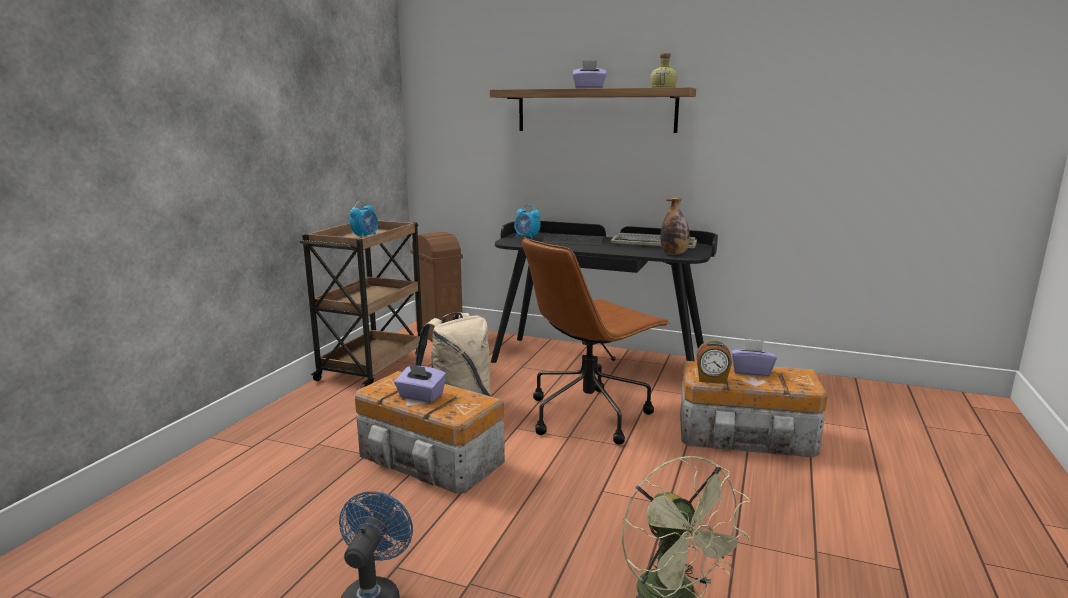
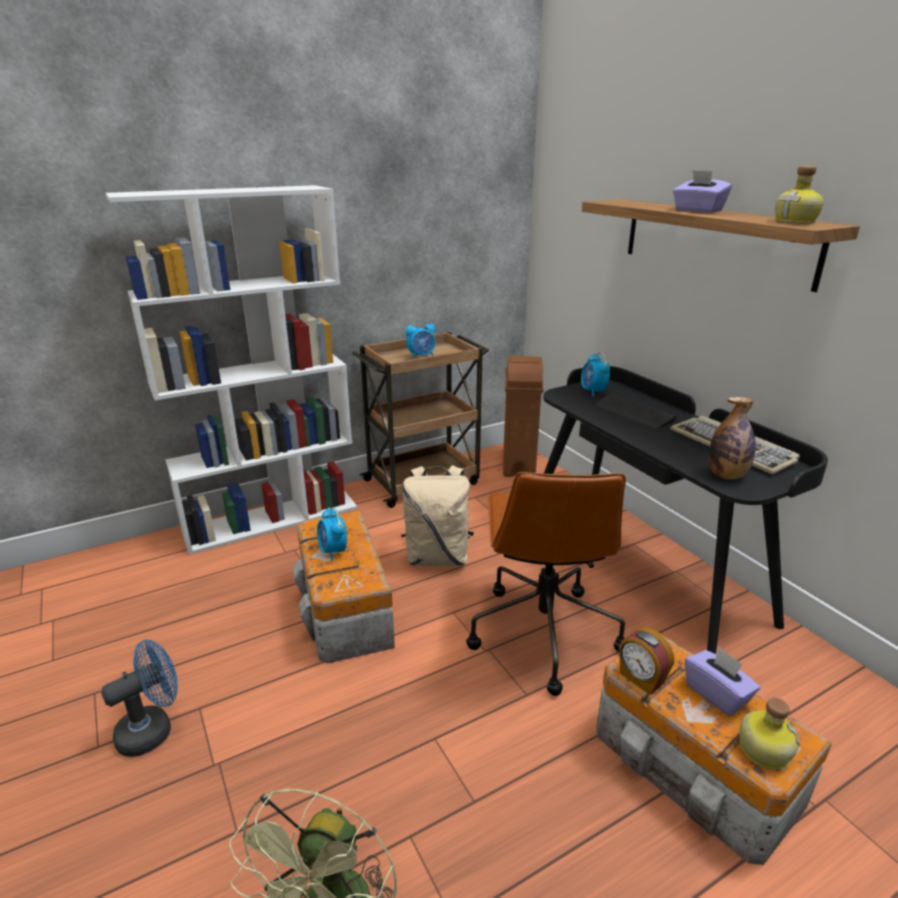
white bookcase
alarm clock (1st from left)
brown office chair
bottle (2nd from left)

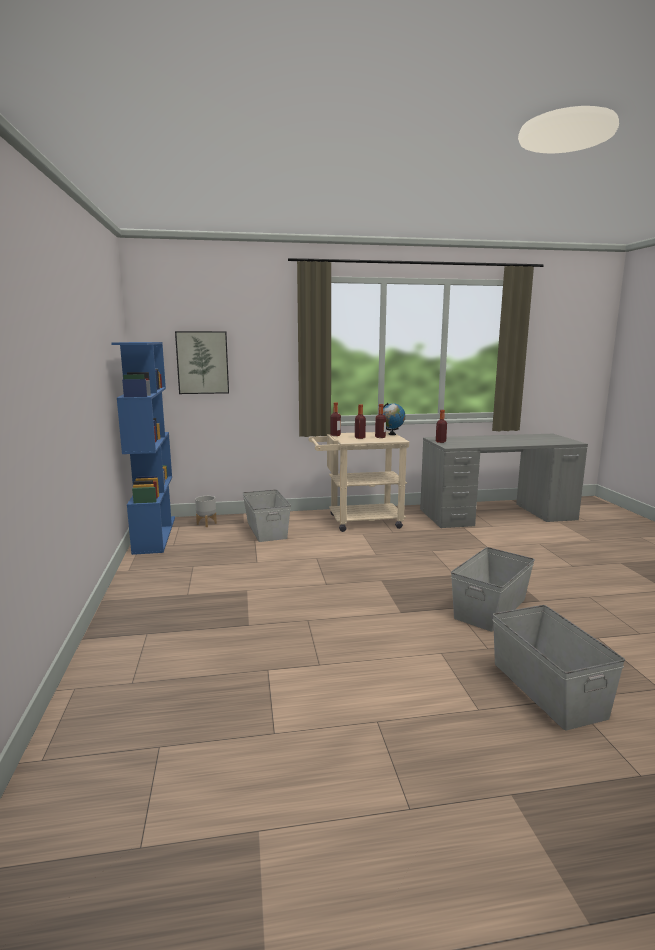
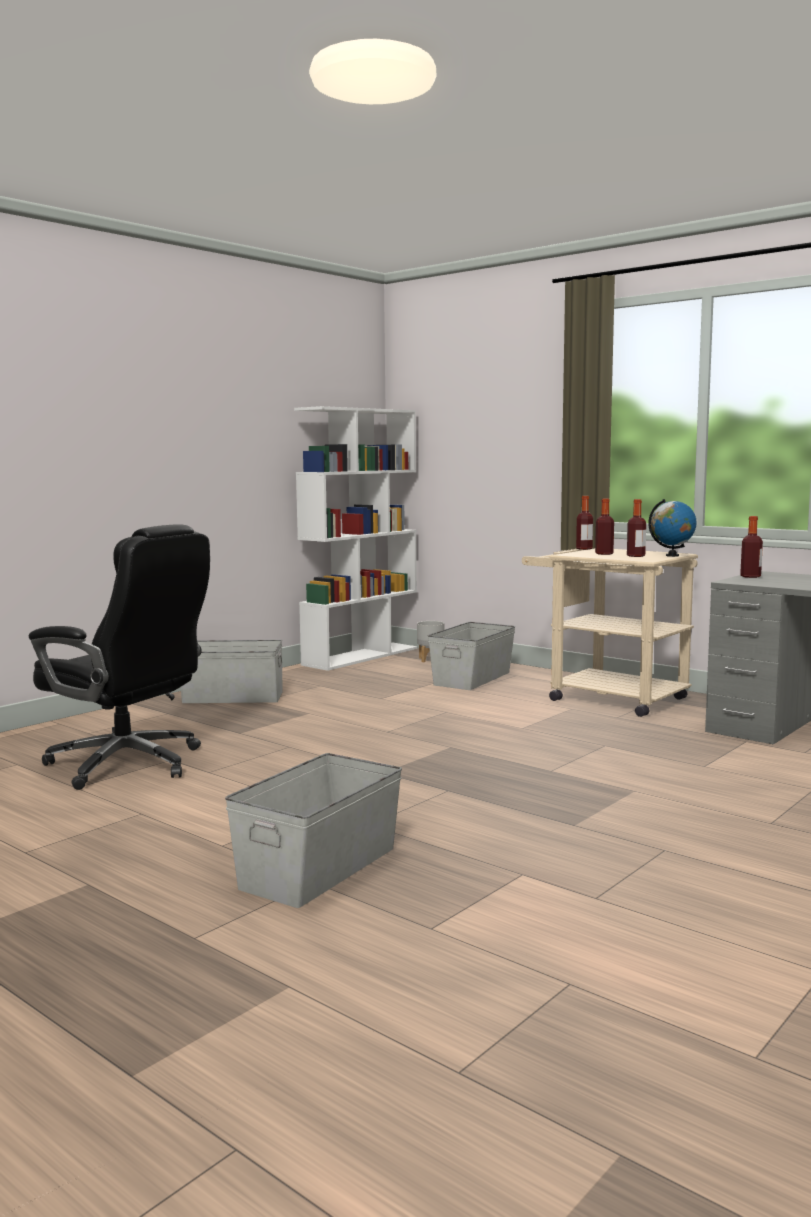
black office chair
grey storage box (1st from left)
white bookcase
picture

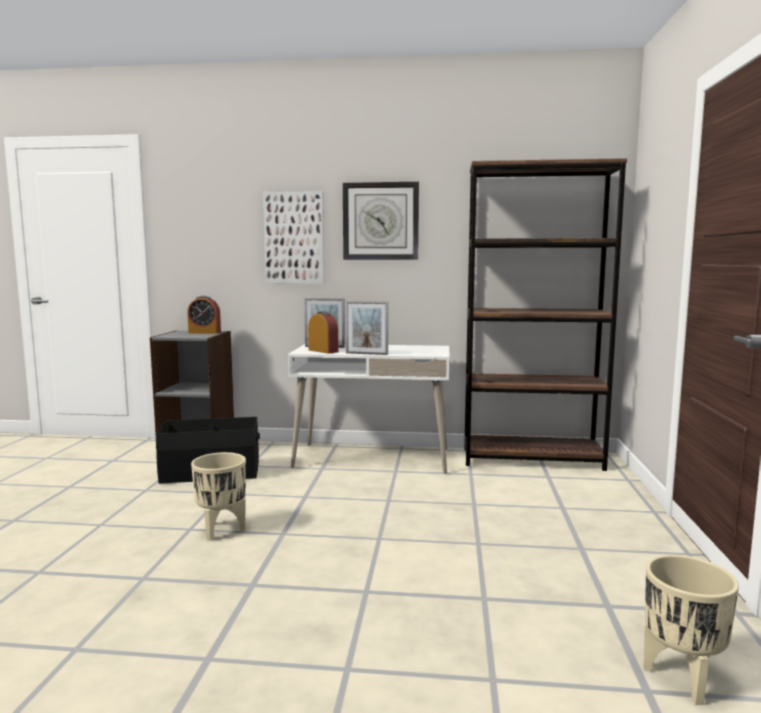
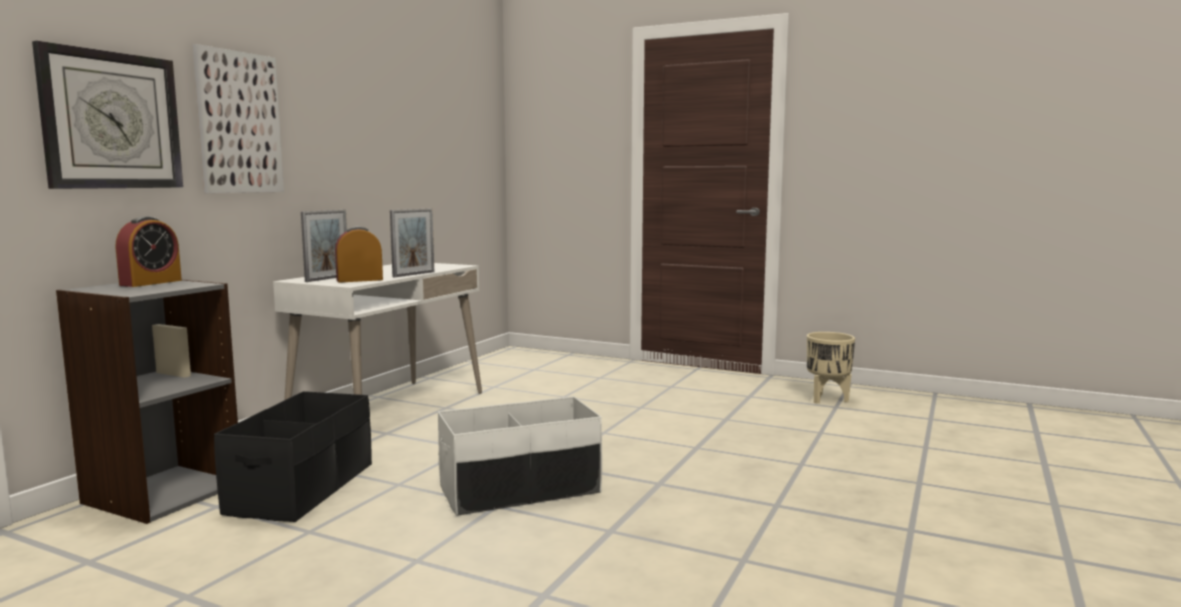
wall clock
white storage box
brown bookcase

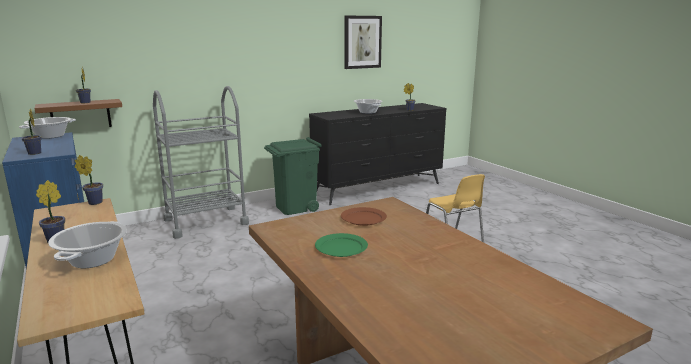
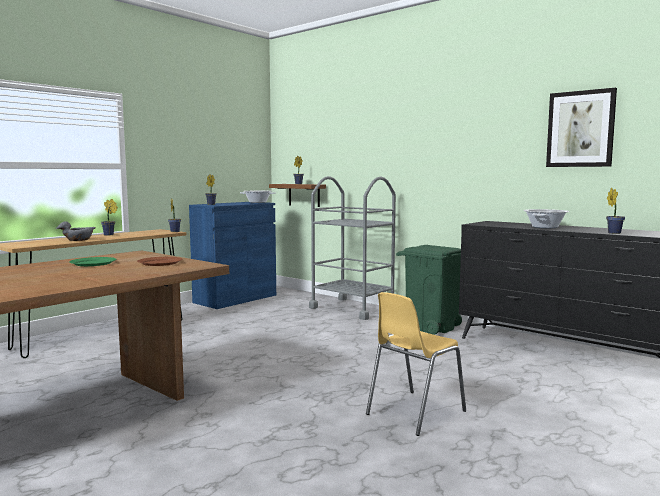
grey bowl

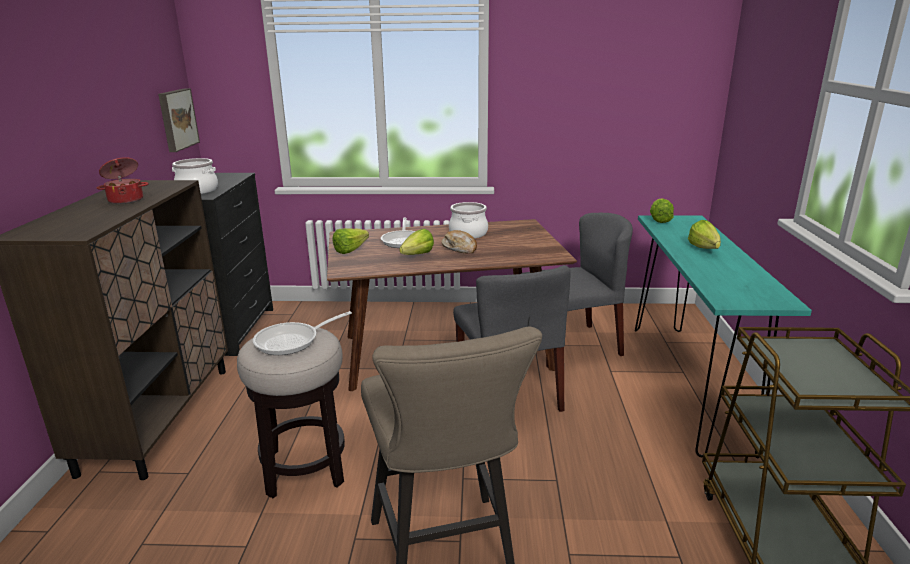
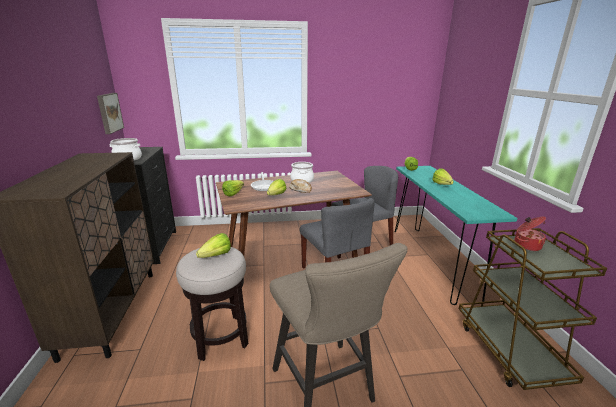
lettuce (1st from left)
cooking pot (3rd from left)

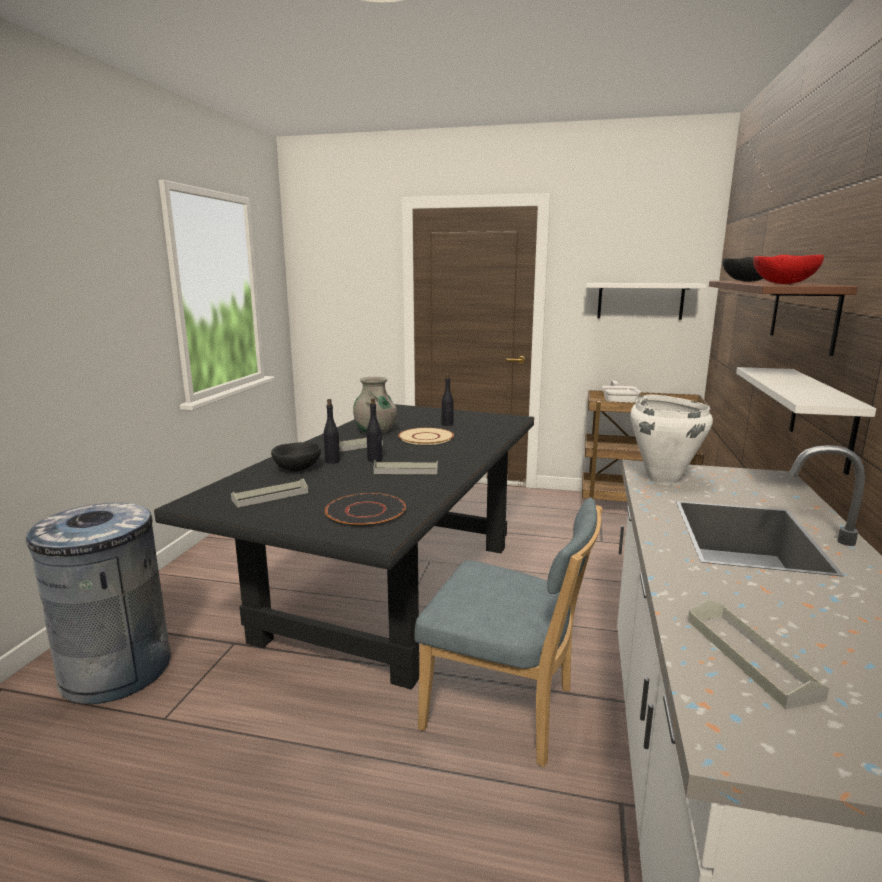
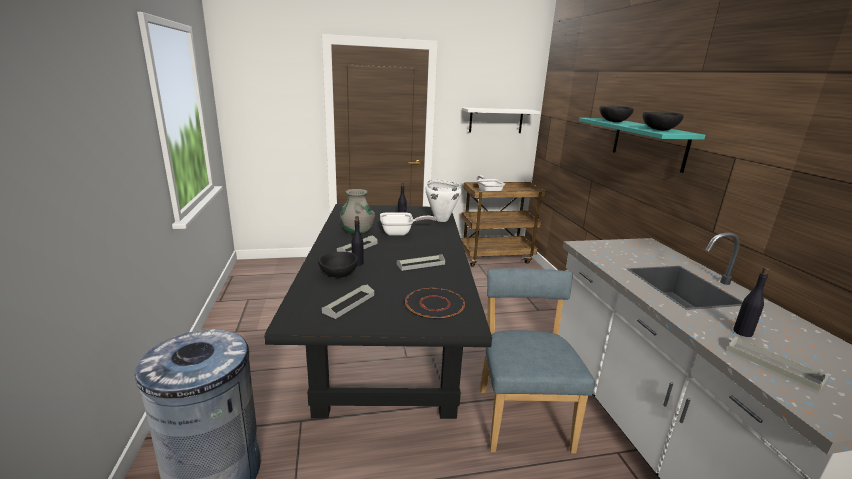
frying pan (1st from left)
white cooking pot
blue chair
turquoise shelf
black bowl (3rd from left)
black bottle (3rd from left)
white shelf (2nd from left in the first image)

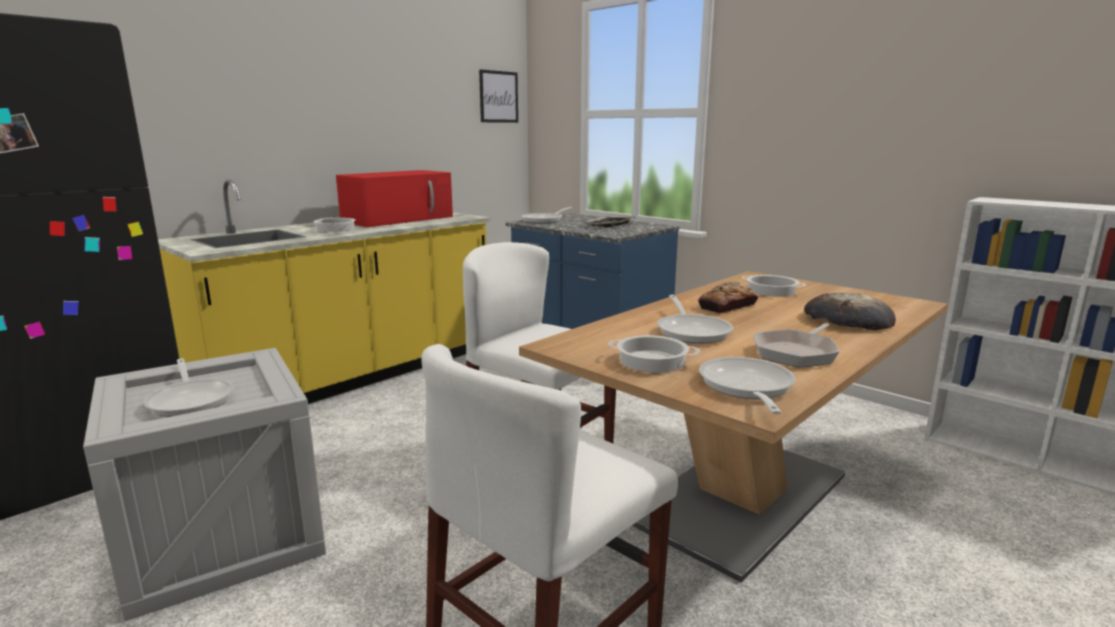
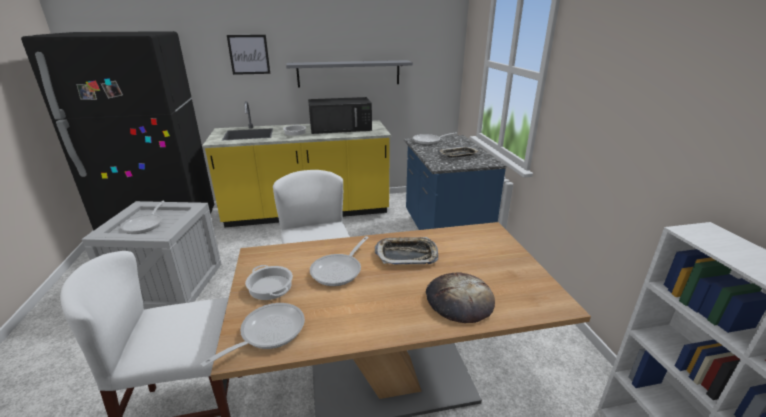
picture
grey shelf
black microwave
tray (1st from left)
cooking pot (3rd from left in the first image)
frying pan (5th from left in the first image)

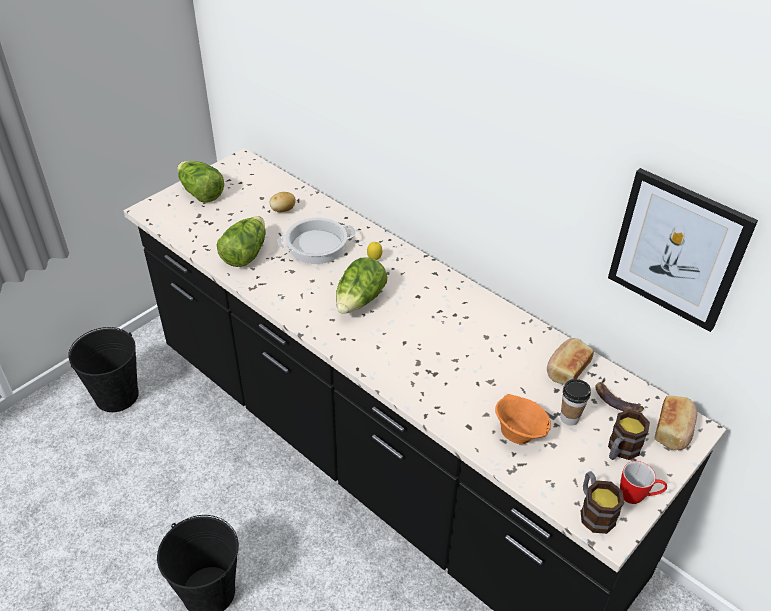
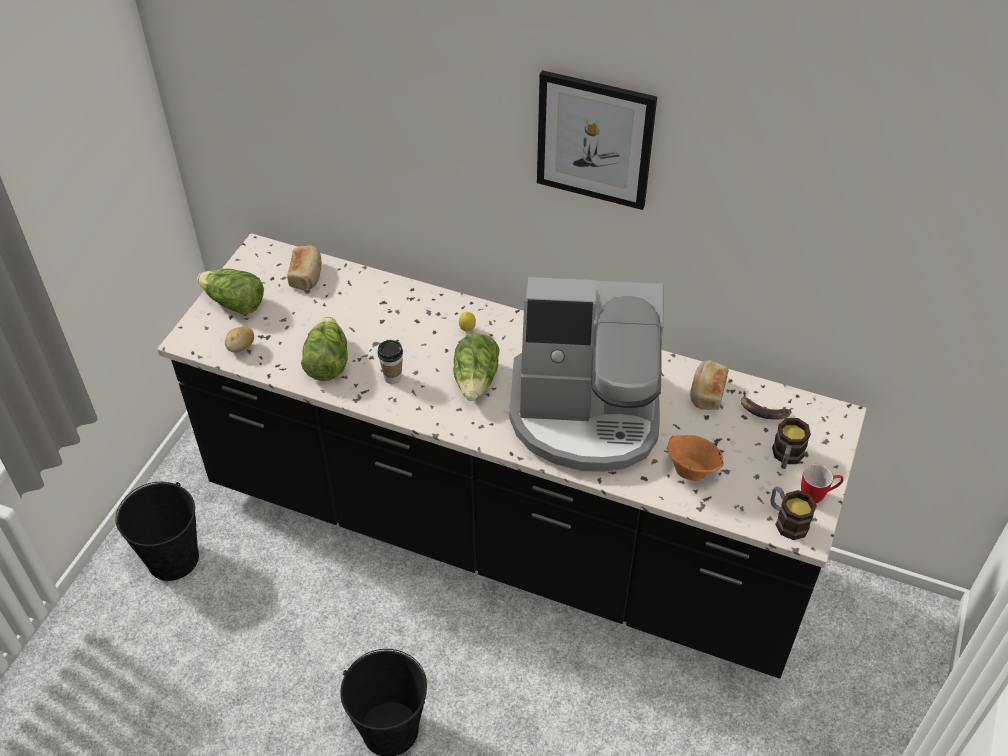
potato
bread (1st from left)
cup
coffee machine
picture
cooking pot

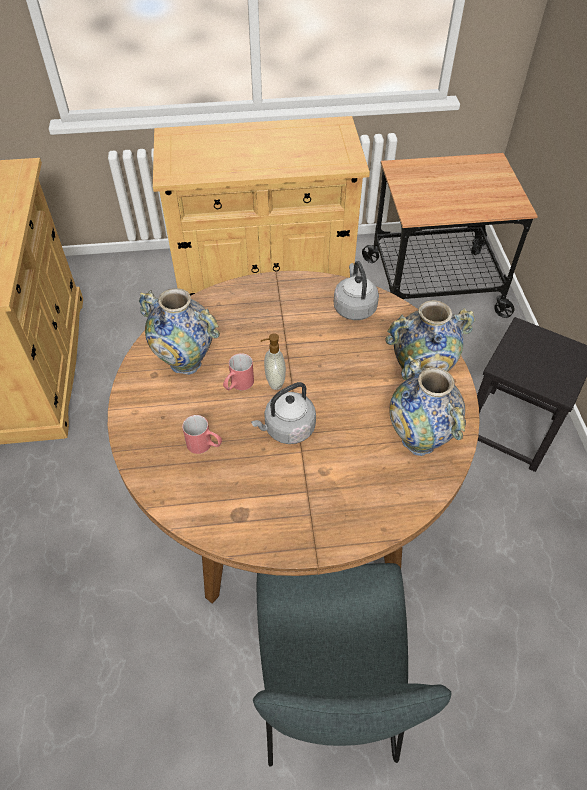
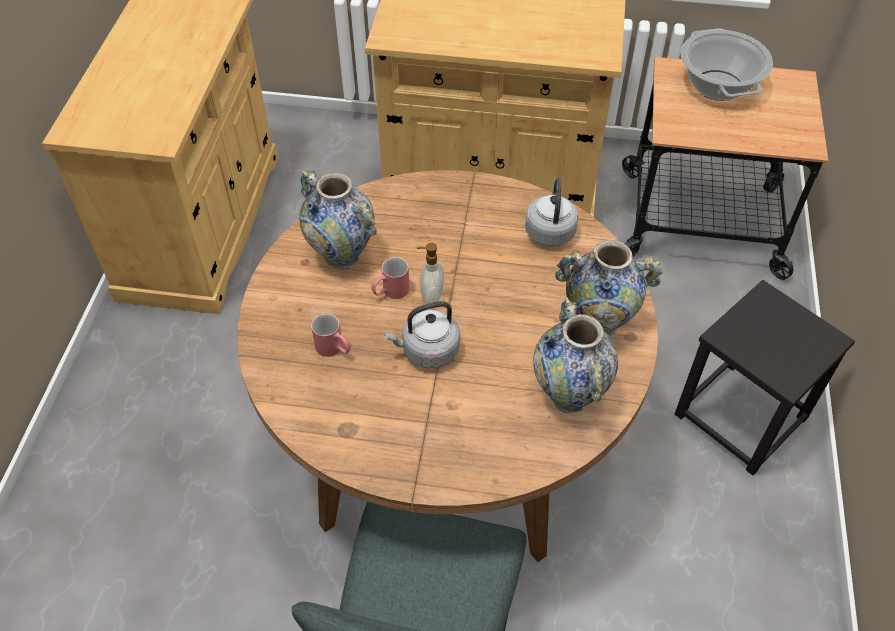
cooking pot

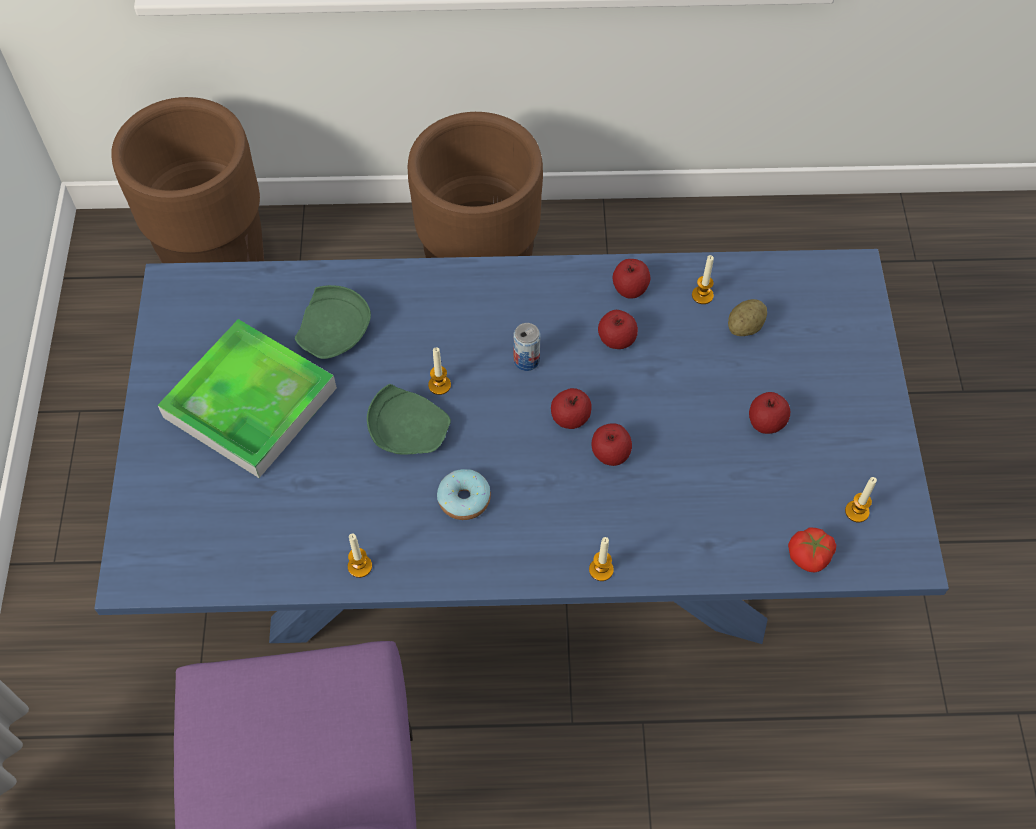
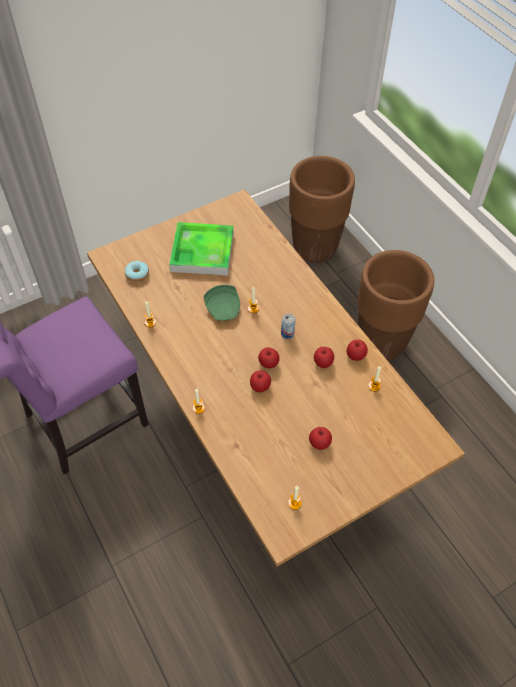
brown dining table
donut
green plate (1st from left in the first image)
potato
tomato

